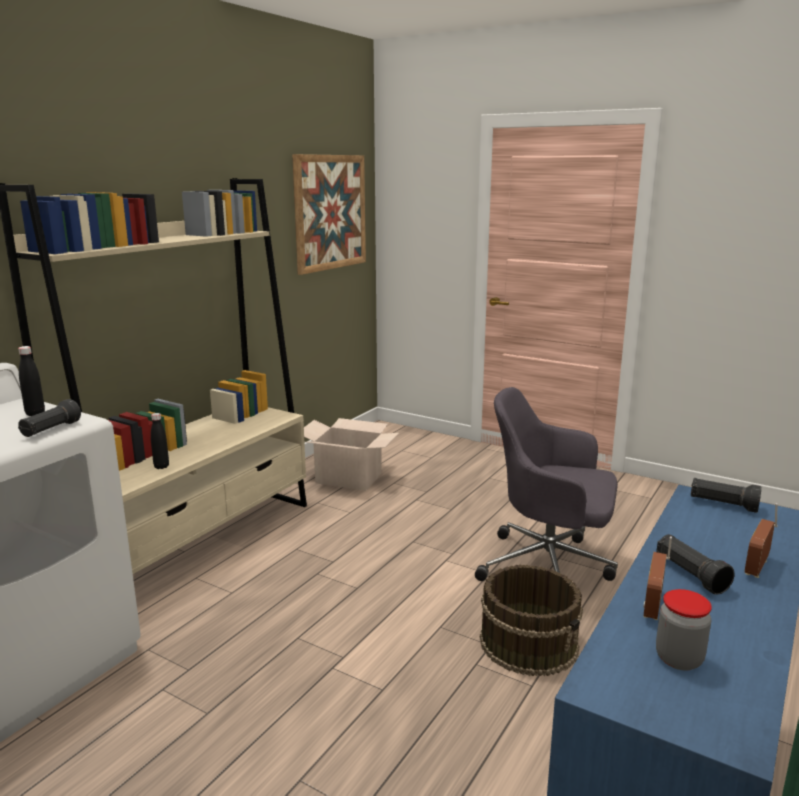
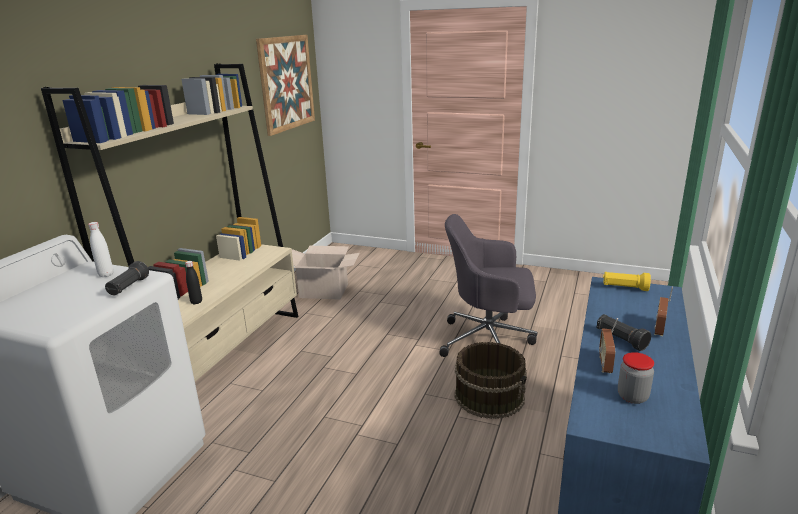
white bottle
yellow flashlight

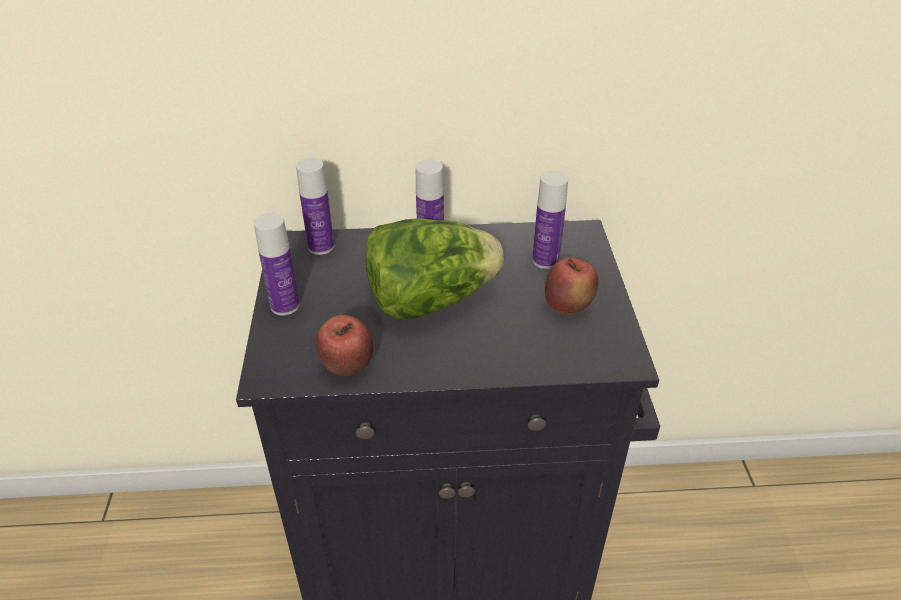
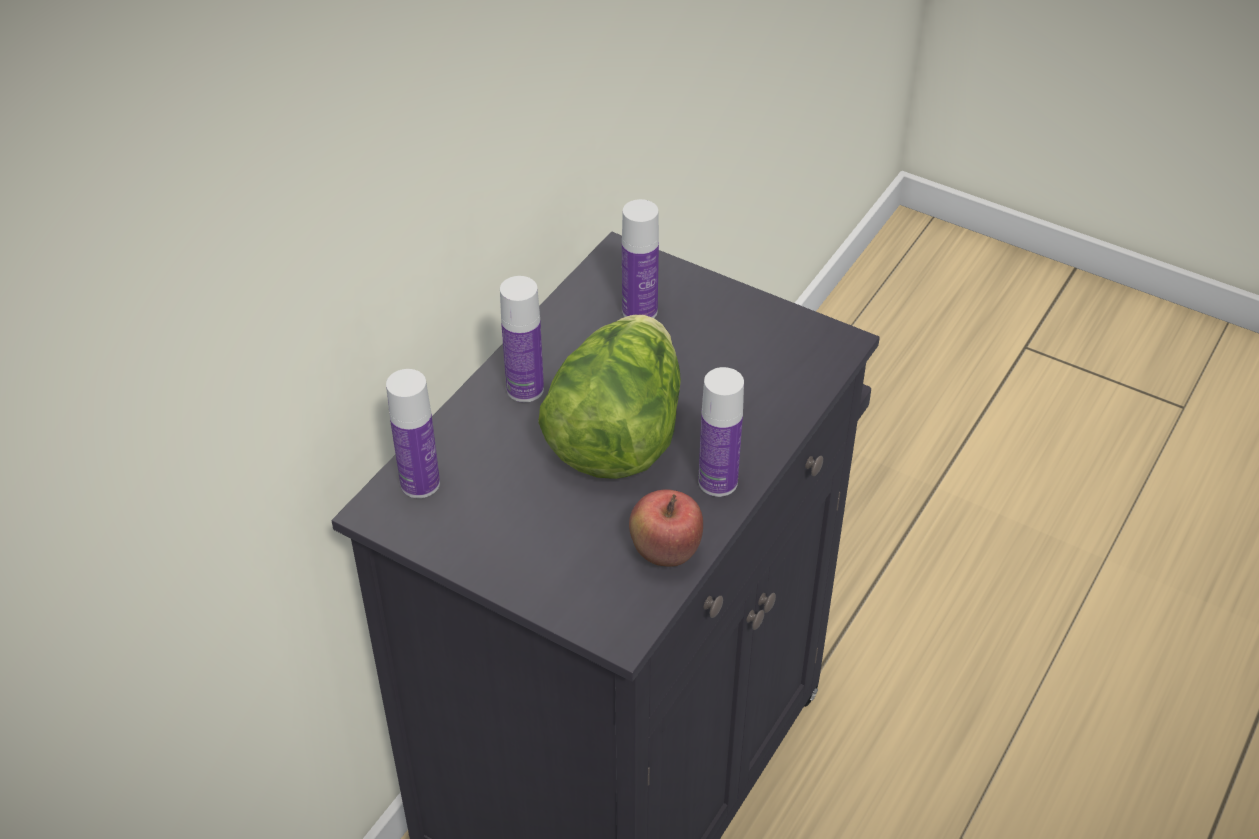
bottle (4th from left)
apple (2nd from left in the first image)

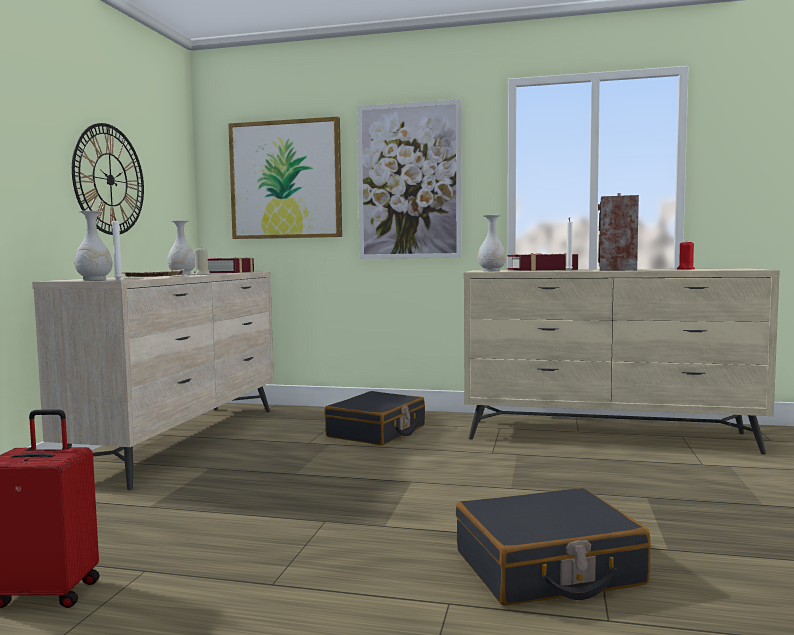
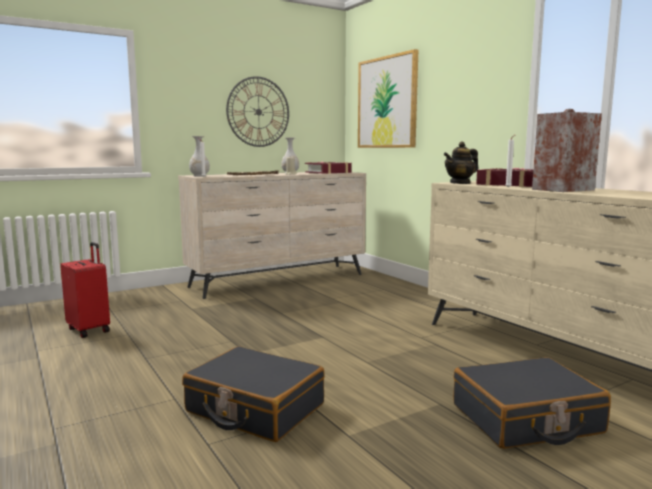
teapot
black suitcase (2nd from left)
picture (2nd from left in the first image)
red candle

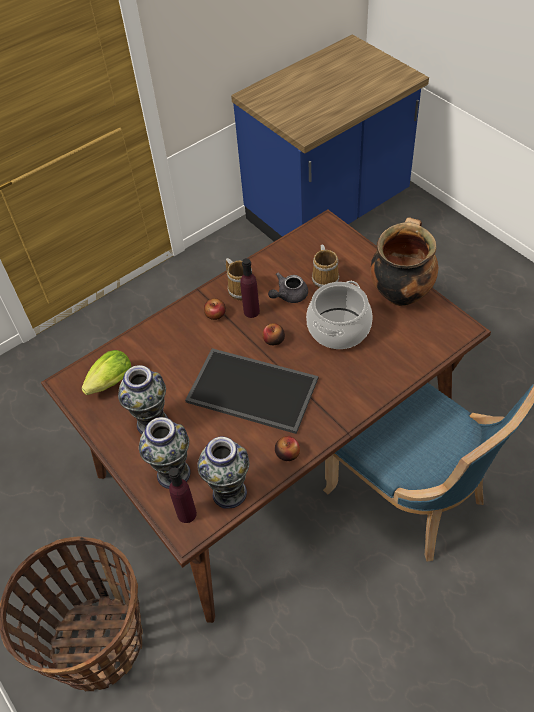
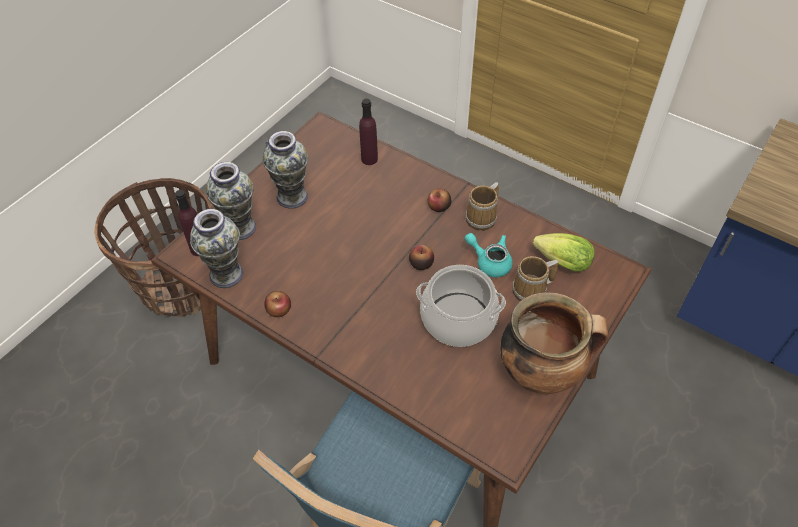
purple bottle (2nd from left)
turquoise teapot
lettuce
tray

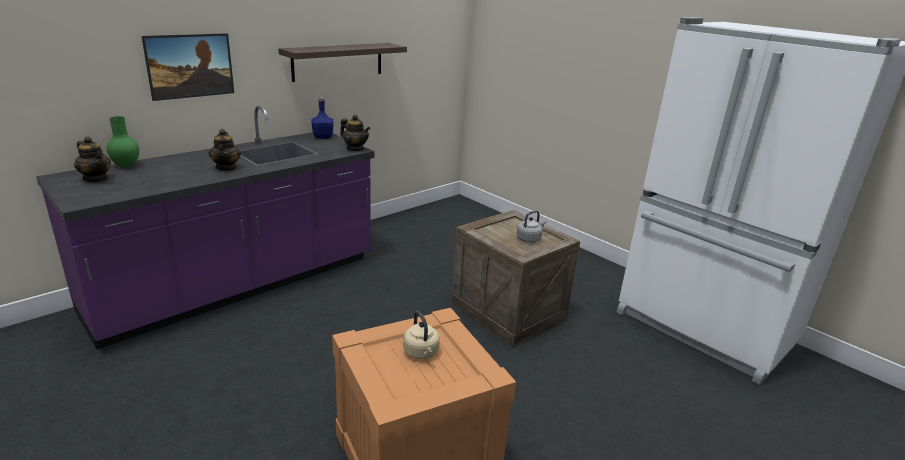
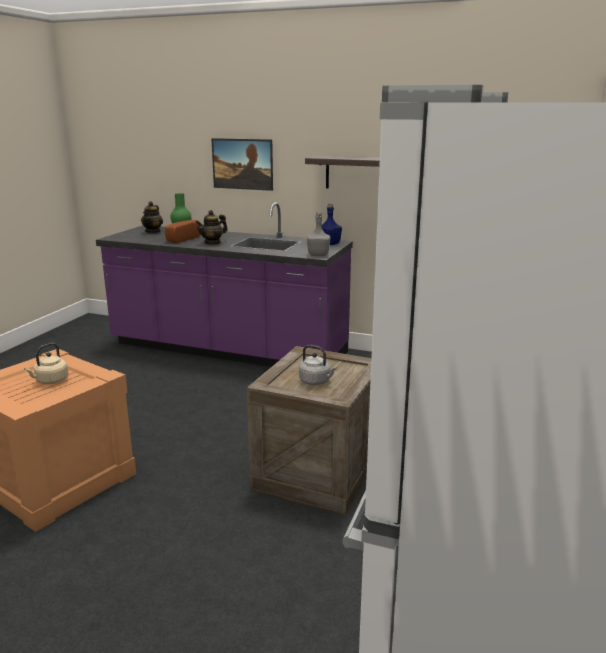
bread
grey bottle

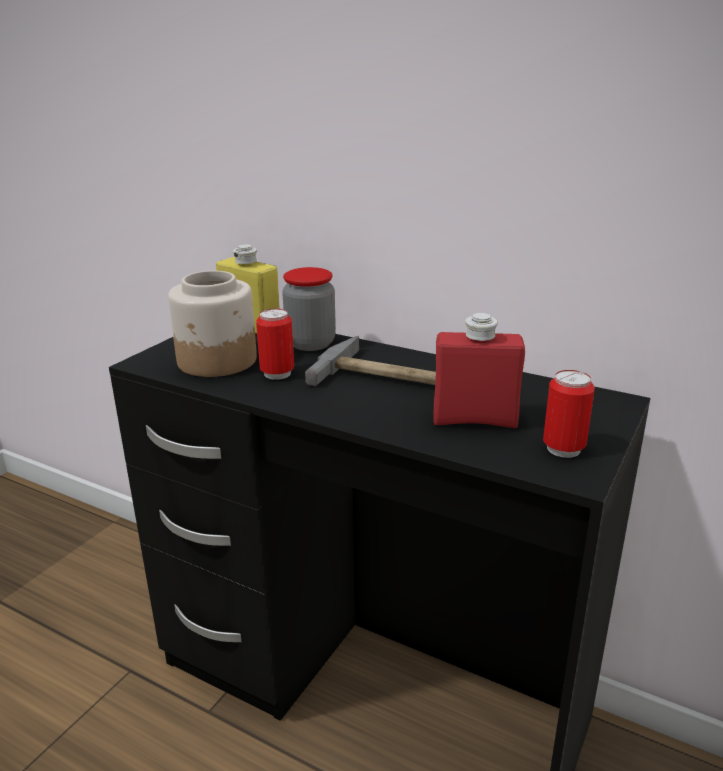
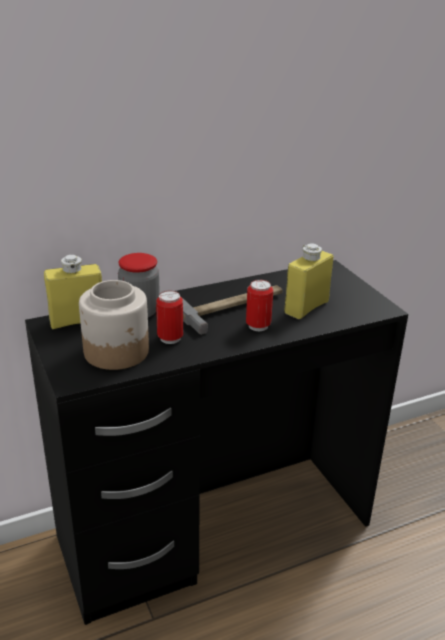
can (2nd from left)
yellow bottle (2nd from left)

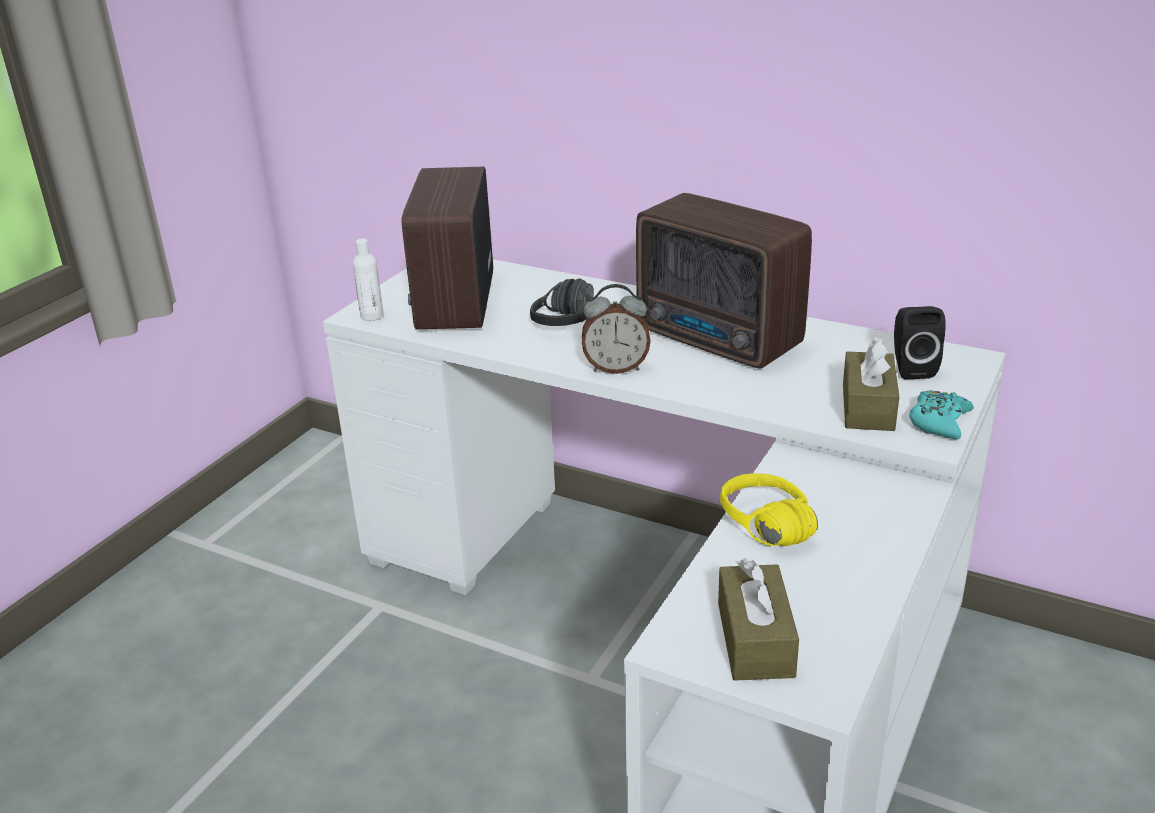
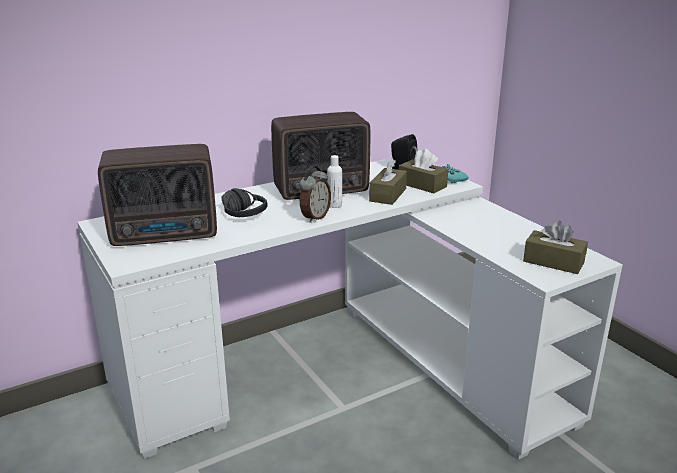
radio (1st from left)
white bottle
brown tissue box (1st from left)
yellow headphones

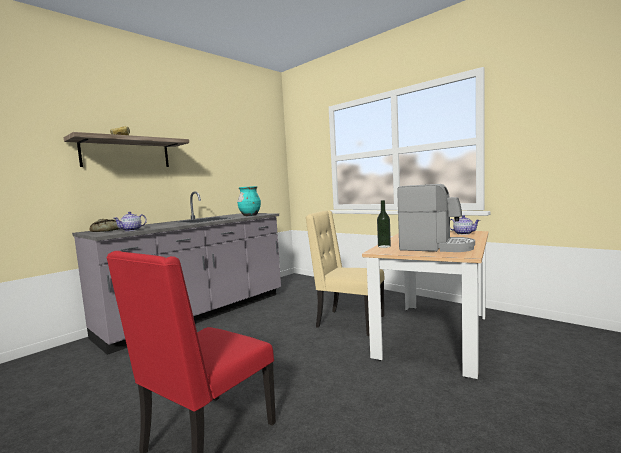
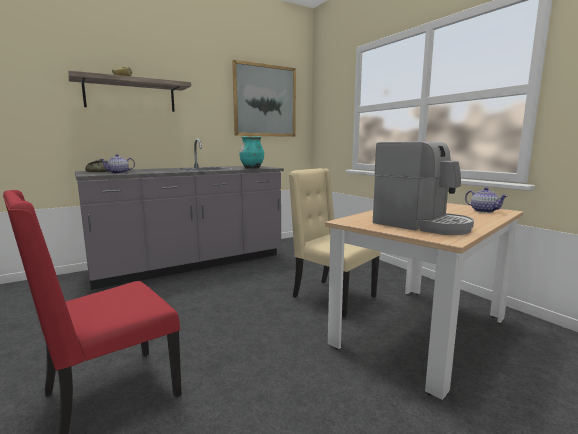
picture
bottle

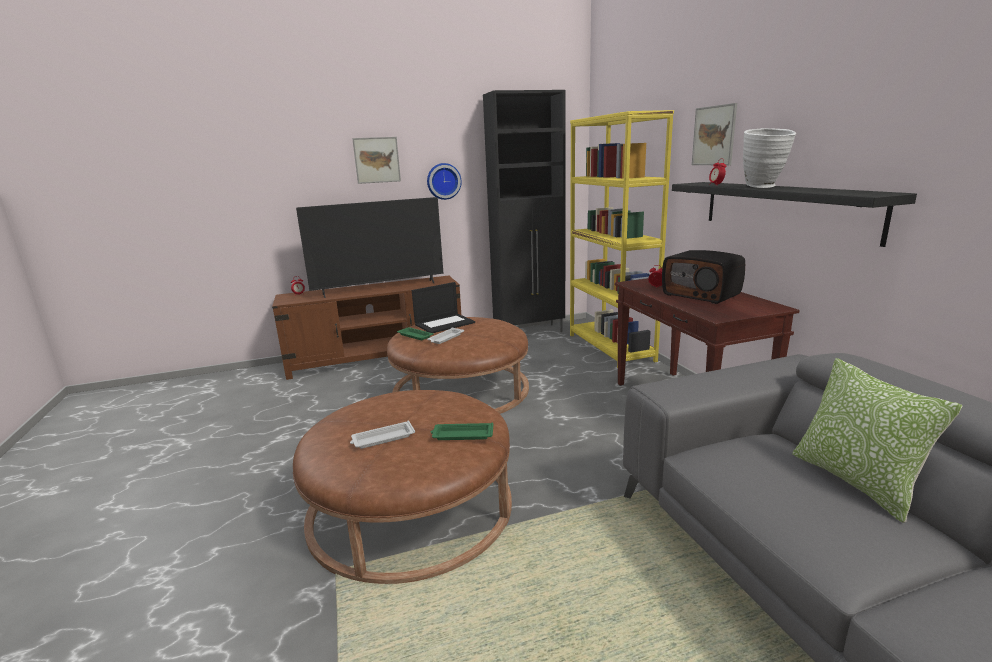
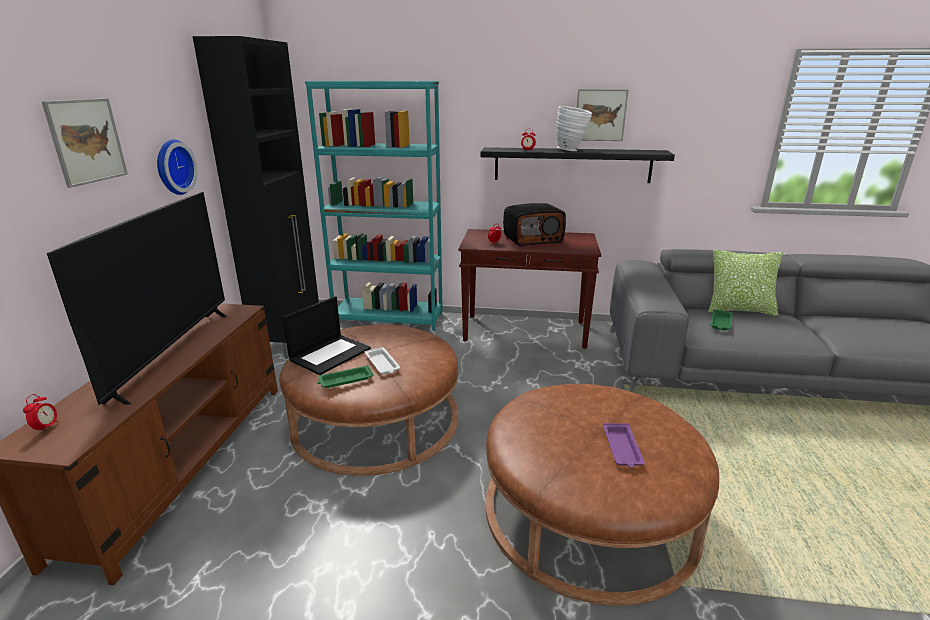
laptop
turquoise bookcase
picture (2nd from left)
purple tray
green tray (2nd from left)

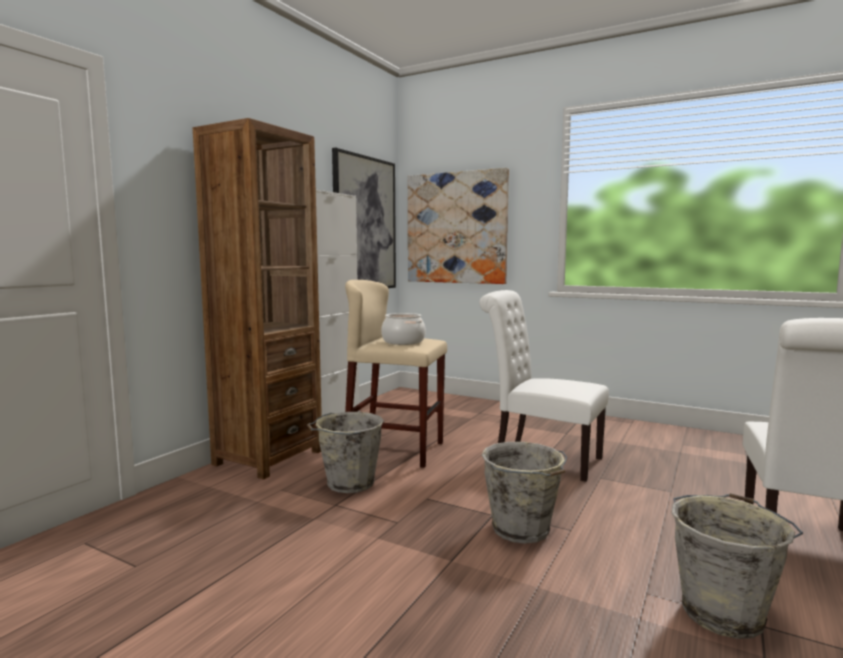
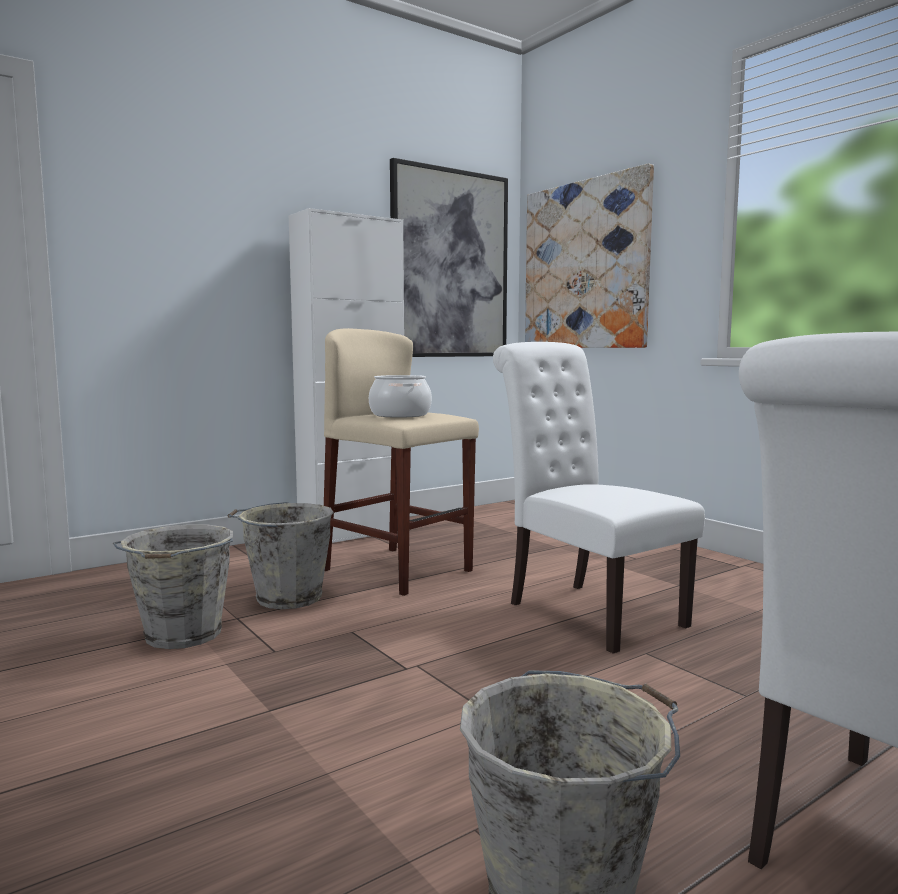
grey bucket (1st from left)
brown bookcase

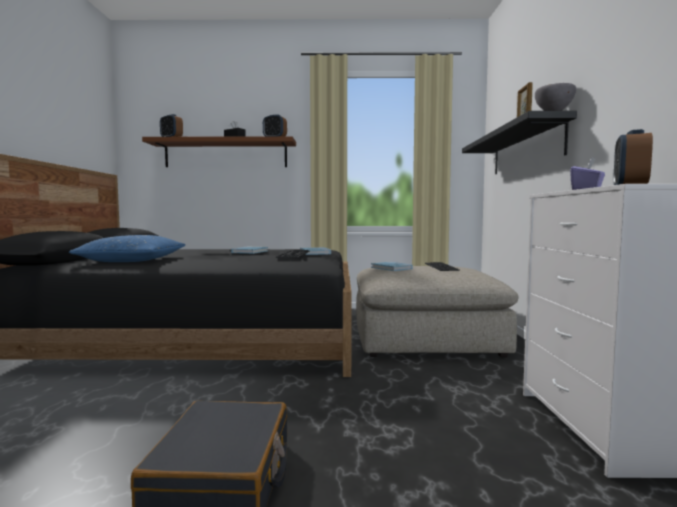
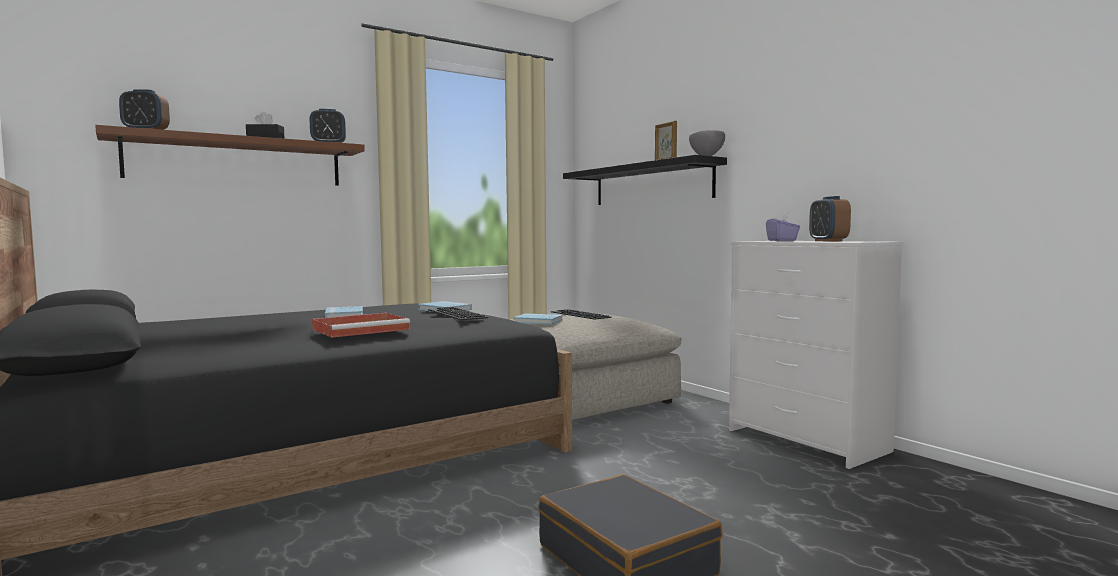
red tray
blue pillow

